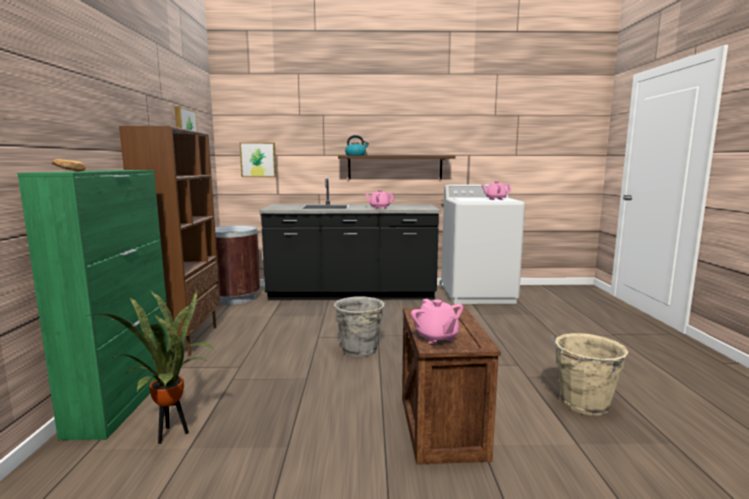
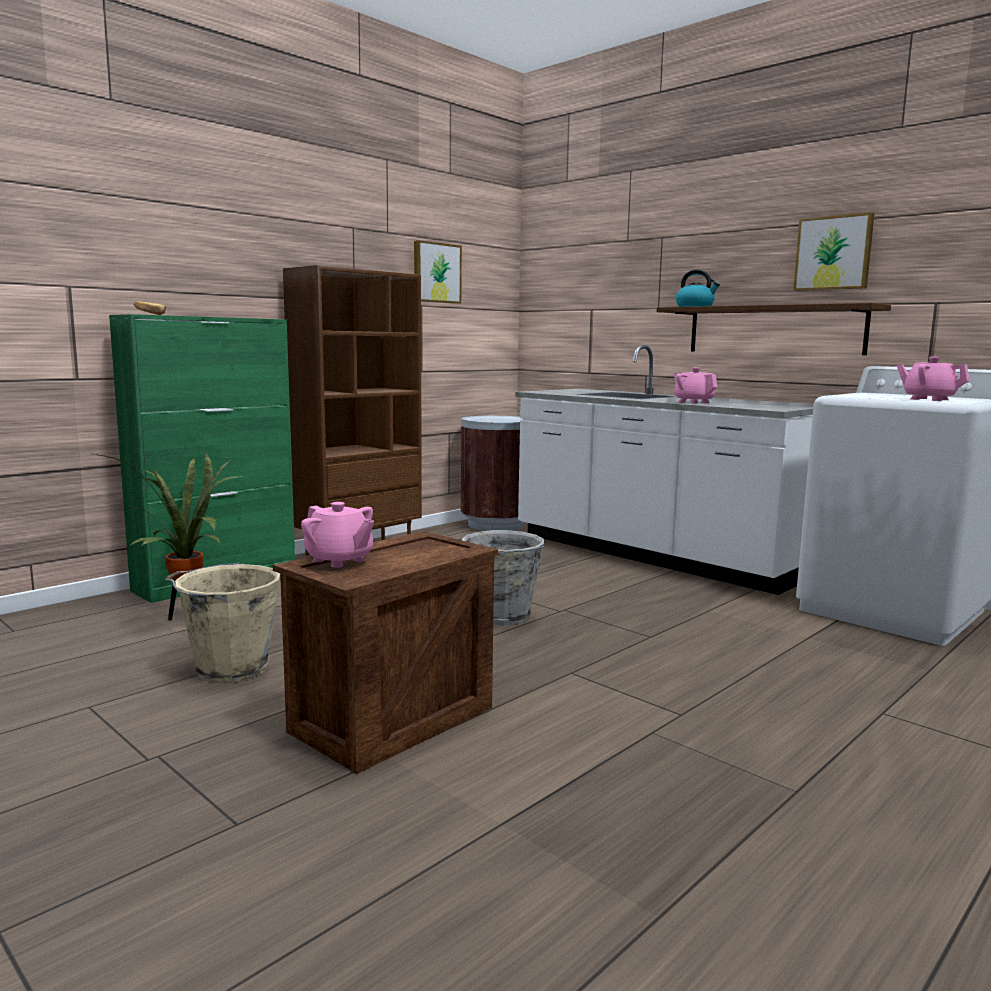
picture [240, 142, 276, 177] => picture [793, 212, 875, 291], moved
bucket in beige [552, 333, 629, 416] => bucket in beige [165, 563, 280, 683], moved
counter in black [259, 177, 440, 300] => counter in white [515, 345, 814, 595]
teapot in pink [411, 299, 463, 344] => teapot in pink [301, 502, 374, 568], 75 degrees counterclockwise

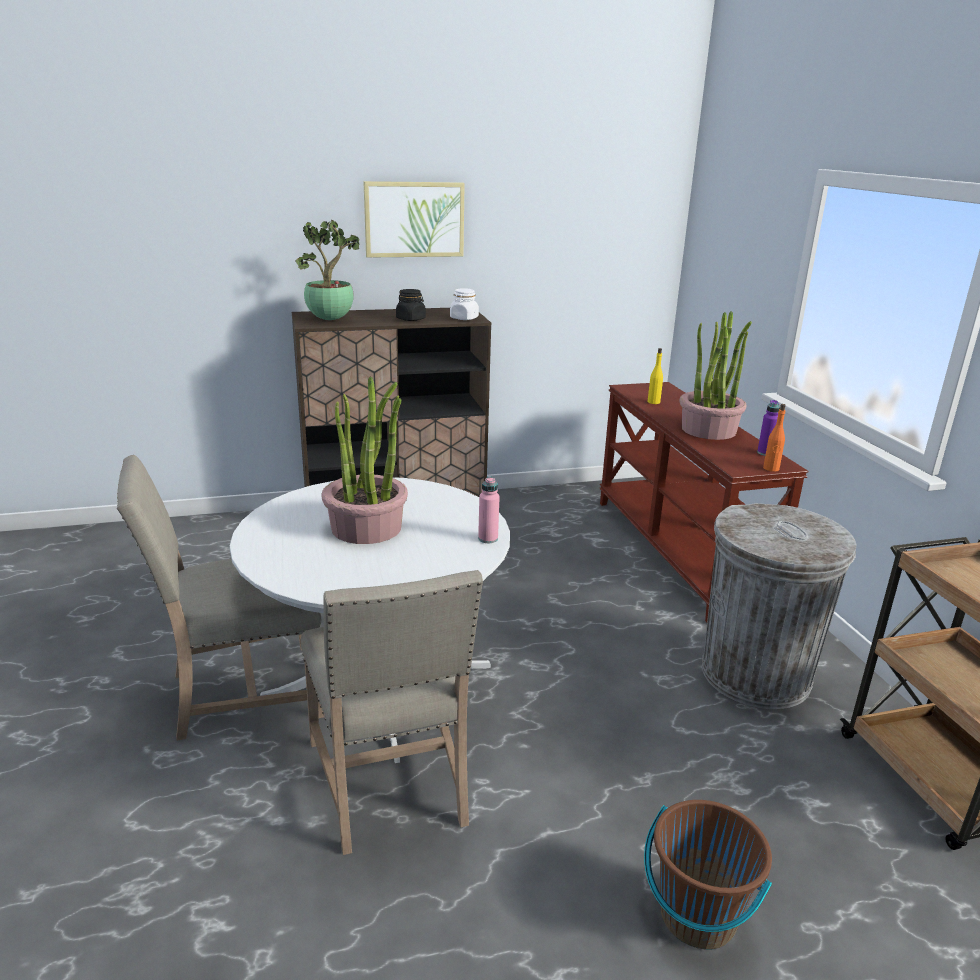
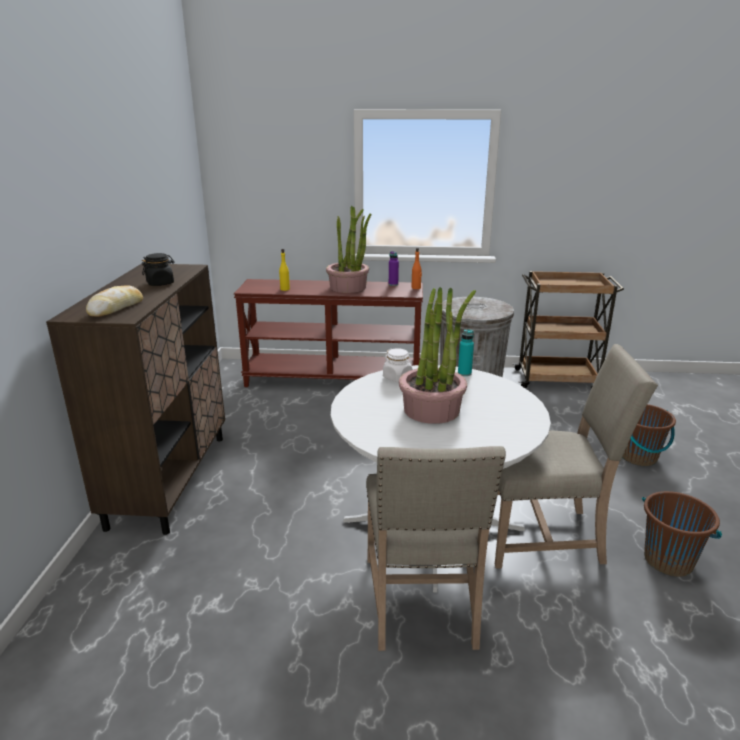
picture [363, 181, 465, 258] => nothing
nothing => bucket in brown [642, 491, 722, 577]
jar in white [450, 288, 479, 320] => jar in white [383, 348, 412, 382], moved
potted plant [295, 220, 360, 320] => bread [86, 285, 143, 317]
bottle in pink [478, 476, 500, 543] => bottle in turquoise [458, 330, 474, 376]

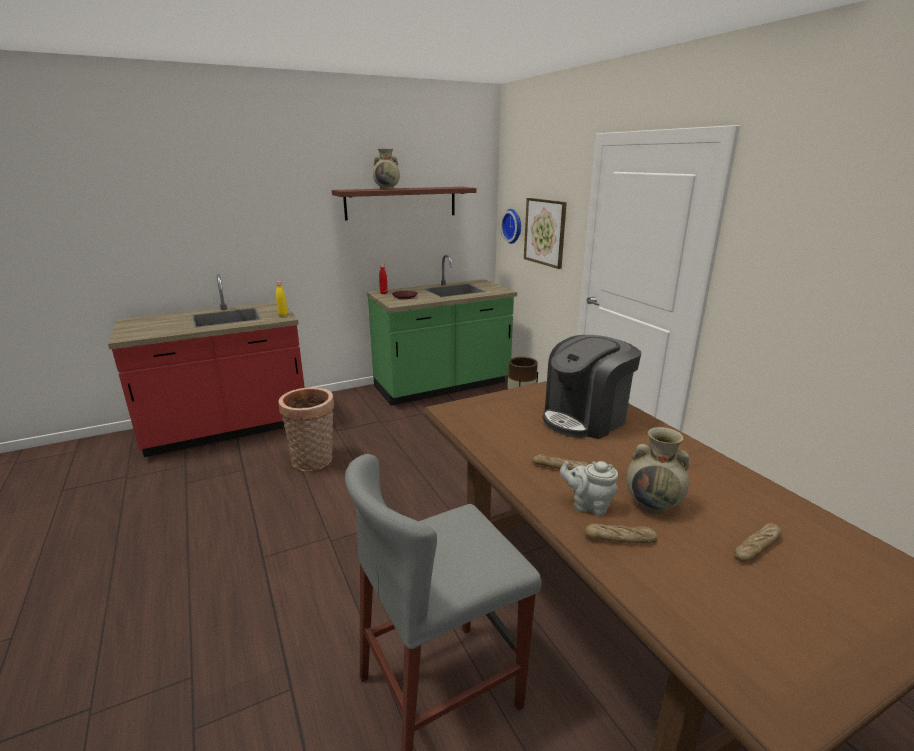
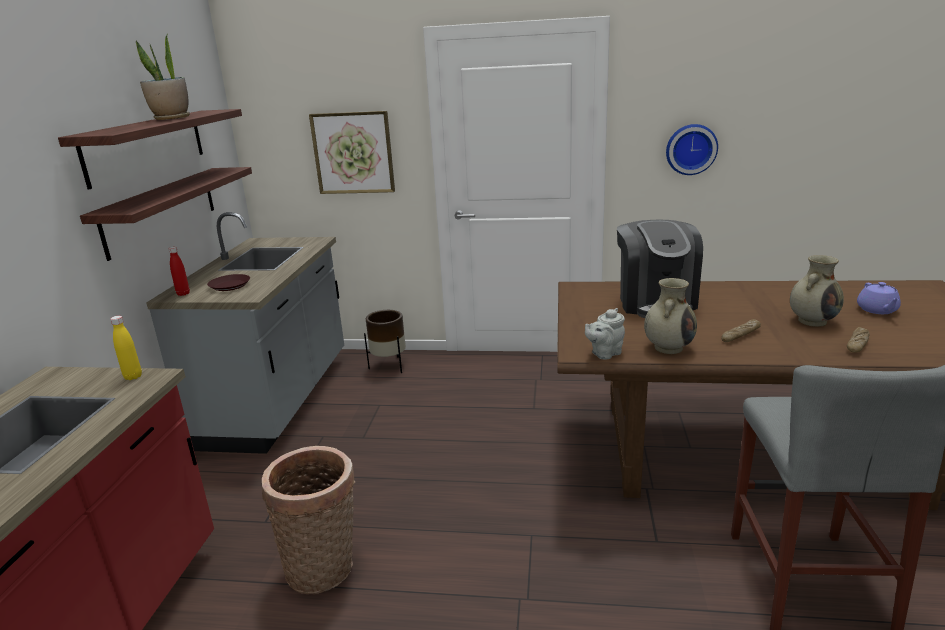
nothing => shelf [80, 167, 252, 261]
nothing => potted plant [136, 34, 190, 120]
vase in beige [373, 149, 400, 189] => vase in beige [644, 278, 697, 354], moved
wall clock [500, 209, 521, 244] => wall clock [666, 124, 718, 175], moved
teapot in grey [560, 461, 618, 516] => teapot in grey [585, 308, 625, 360], moved
bread [734, 523, 782, 562] => teapot in purple [857, 282, 901, 314]
counter in green [366, 255, 517, 406] => counter in grey [146, 212, 344, 454]

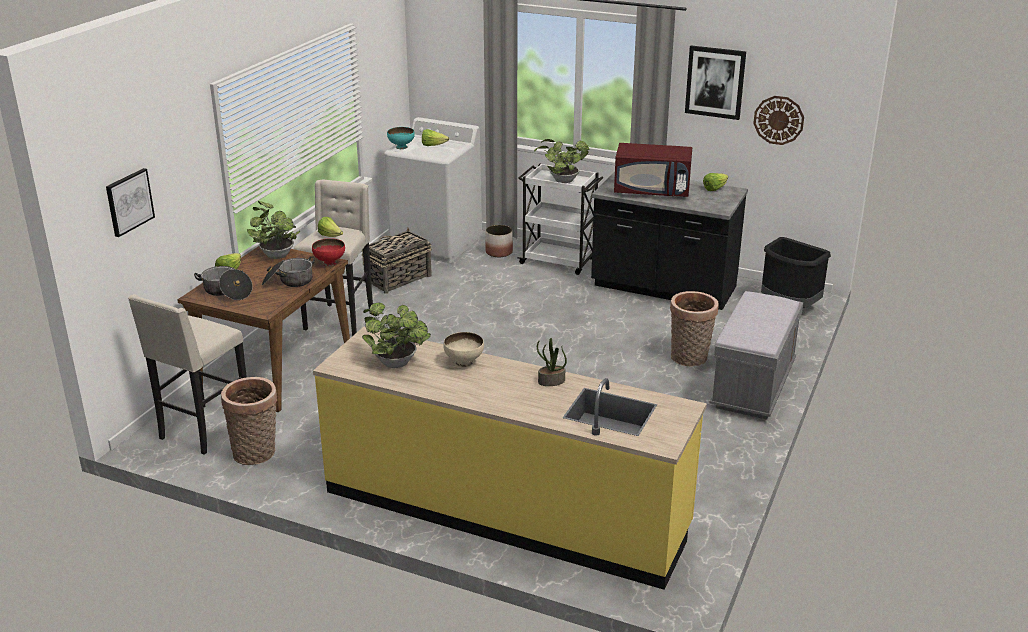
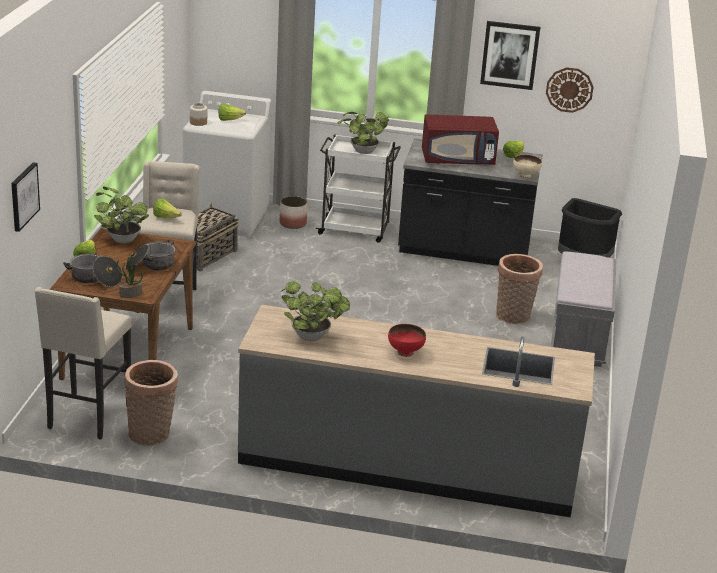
bowl in red [312, 238, 345, 266] => bowl in red [388, 324, 426, 357], moved
bowl in beige [443, 332, 484, 367] => bowl in beige [513, 155, 542, 178], moved
potted plant [537, 338, 567, 386] => potted plant [117, 257, 143, 298], moved
bowl in turquoise [387, 127, 415, 149] => jar [190, 103, 207, 126]
counter in yellow [313, 327, 707, 590] => counter in grey [238, 305, 595, 517]

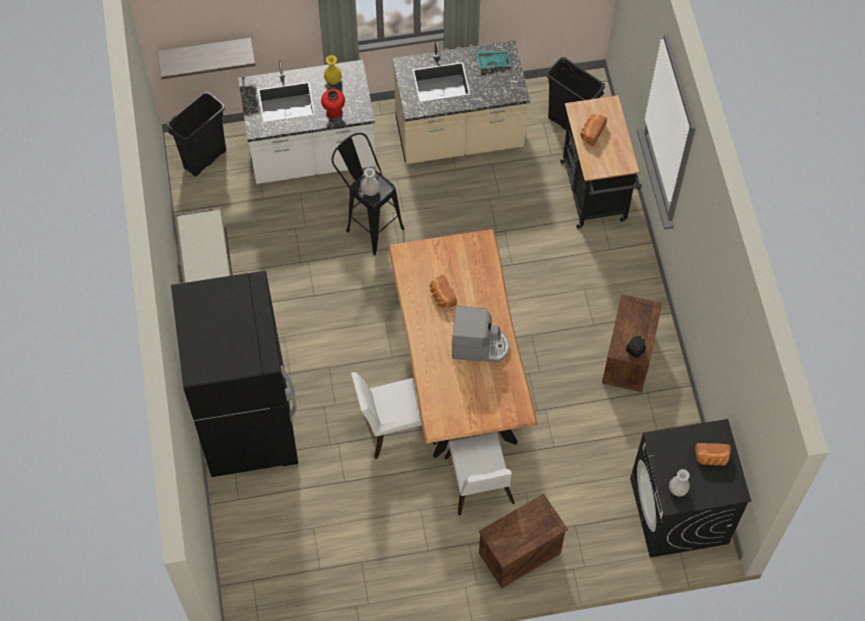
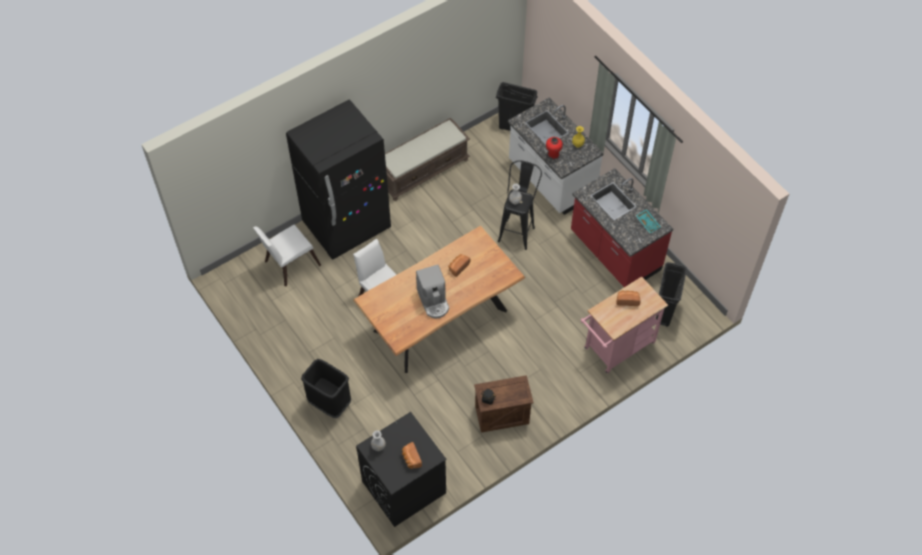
shelf [158, 38, 256, 79] => nothing
chair in white [445, 432, 515, 515] => chair in white [253, 224, 321, 287], moved
crate [479, 494, 568, 588] => trash can in black [301, 359, 351, 418]
counter in beige [392, 40, 530, 164] => counter in red [571, 168, 673, 287]
cart in black [560, 95, 642, 229] => cart in pink [581, 277, 668, 374]

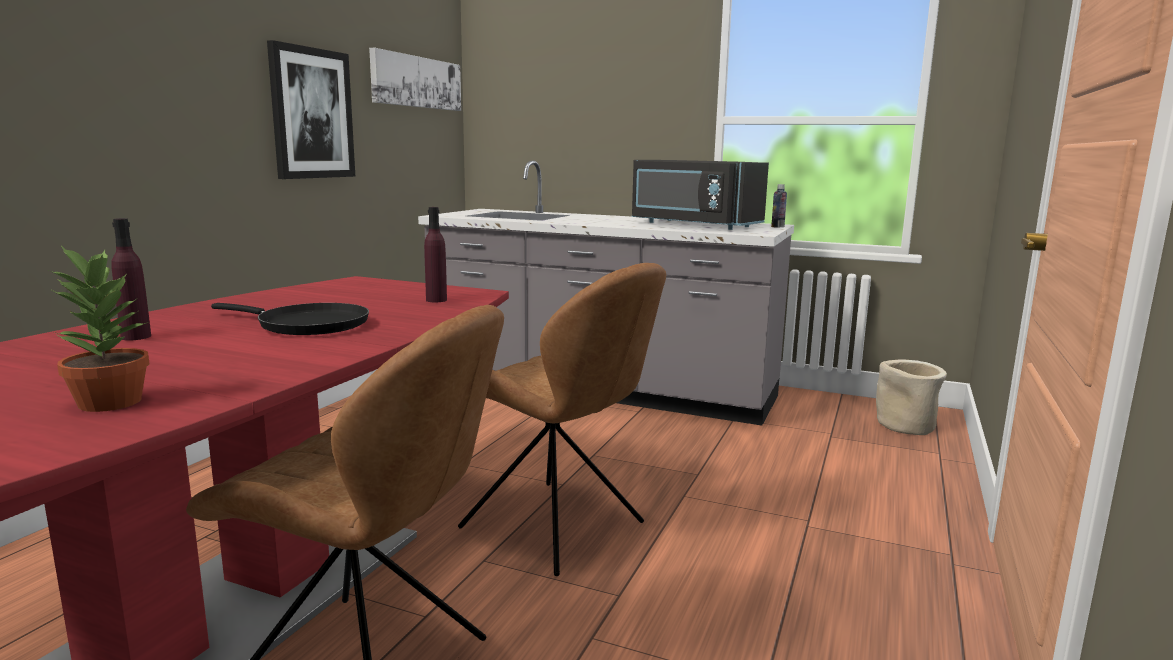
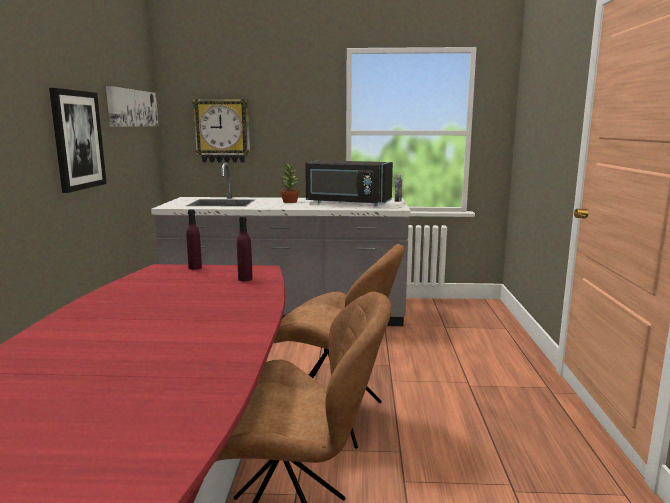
frying pan in black [211, 303, 369, 335] => nothing
planter in beige [876, 359, 947, 435] => nothing
nothing => wall clock [192, 99, 250, 162]
potted plant [47, 246, 150, 412] => potted plant [280, 163, 300, 203], moved
bottle in purple [111, 218, 151, 341] => bottle in purple [186, 209, 202, 270], moved

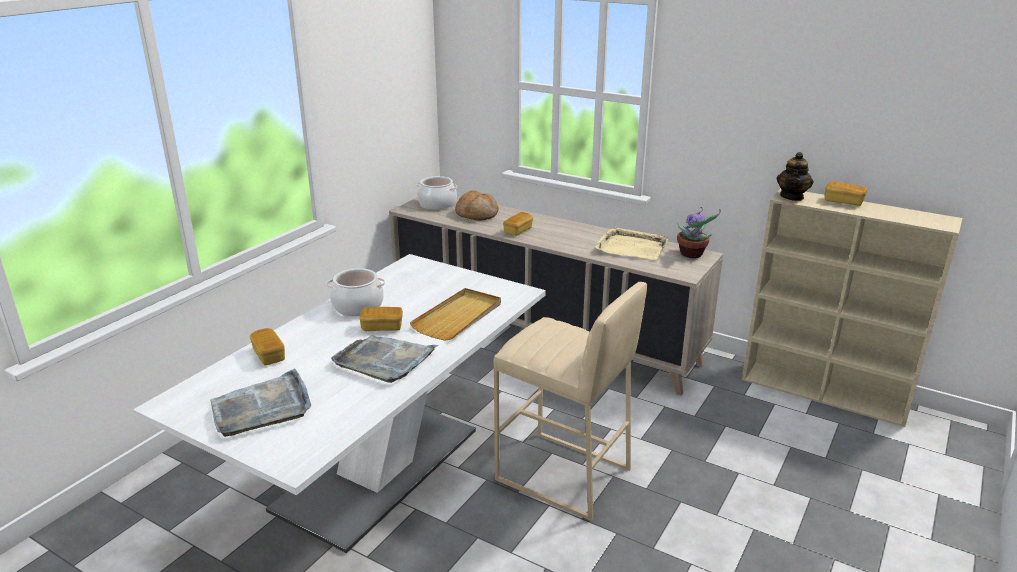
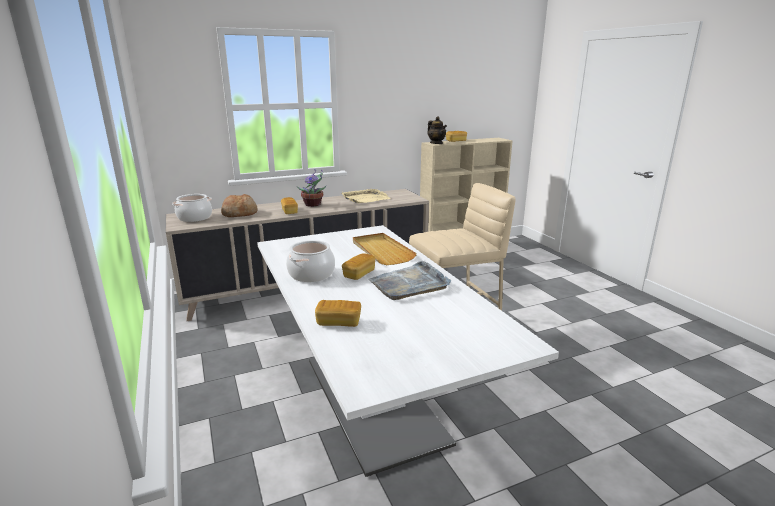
tray in grey [210, 368, 311, 437] => nothing
potted plant [677, 207, 721, 258] => potted plant [297, 169, 326, 207], moved

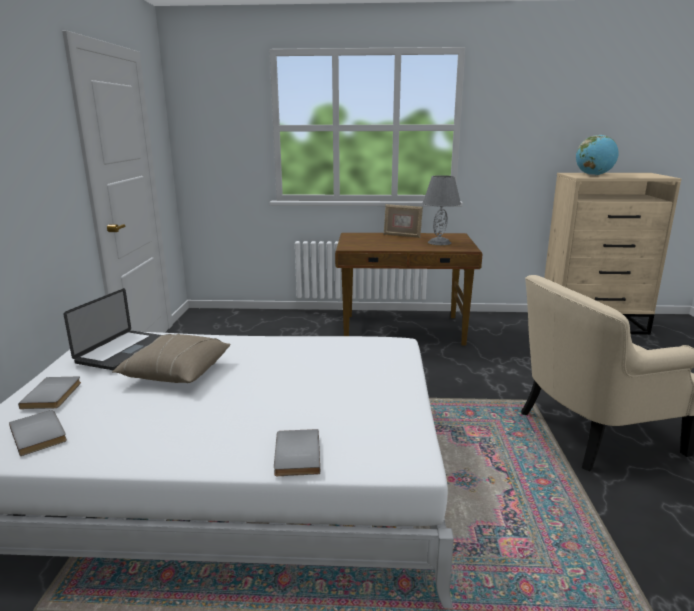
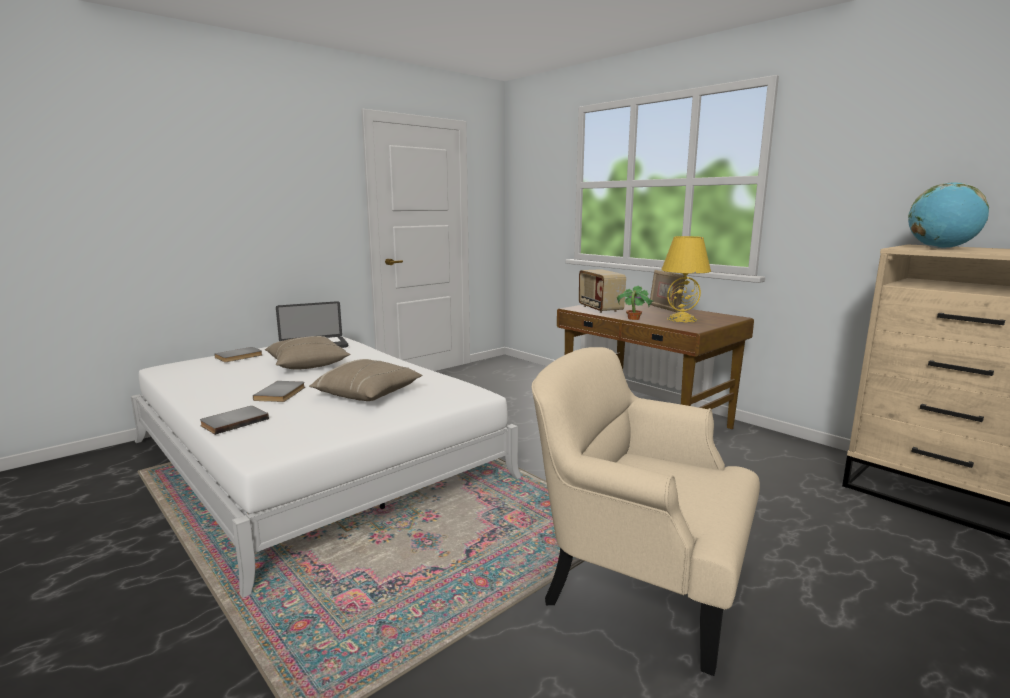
nothing => pillow in beige [309, 359, 422, 401]
nothing => radio [579, 269, 626, 313]
nothing => potted plant [617, 285, 654, 320]
book in grey [9, 410, 67, 456] => book in grey [253, 381, 305, 402], moved
table lamp in grey [423, 175, 461, 245] => table lamp in yellow [661, 236, 711, 323]

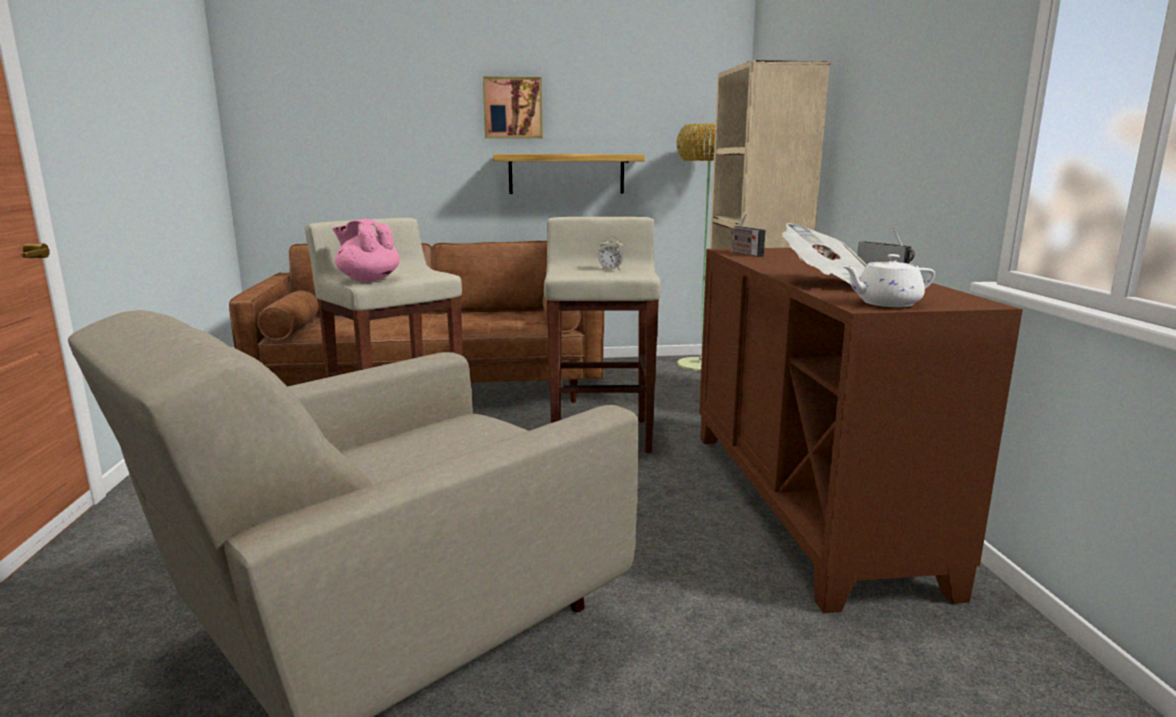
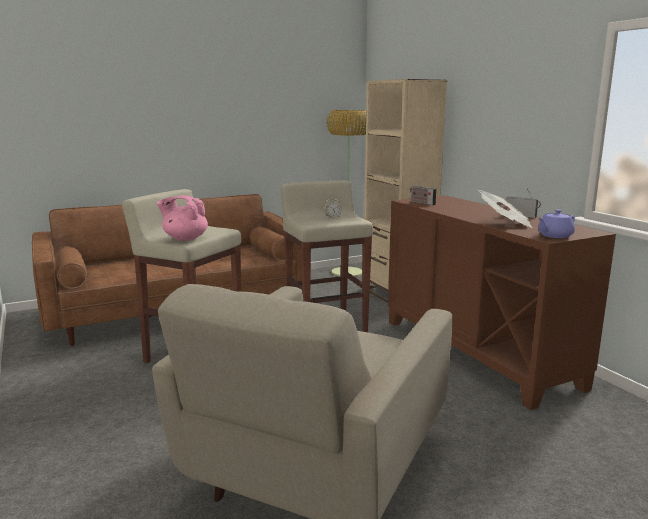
picture [483, 76, 543, 138] => nothing
shelf [493, 154, 645, 194] => nothing
teapot in white [842, 254, 935, 307] => teapot in purple [538, 209, 575, 238]

